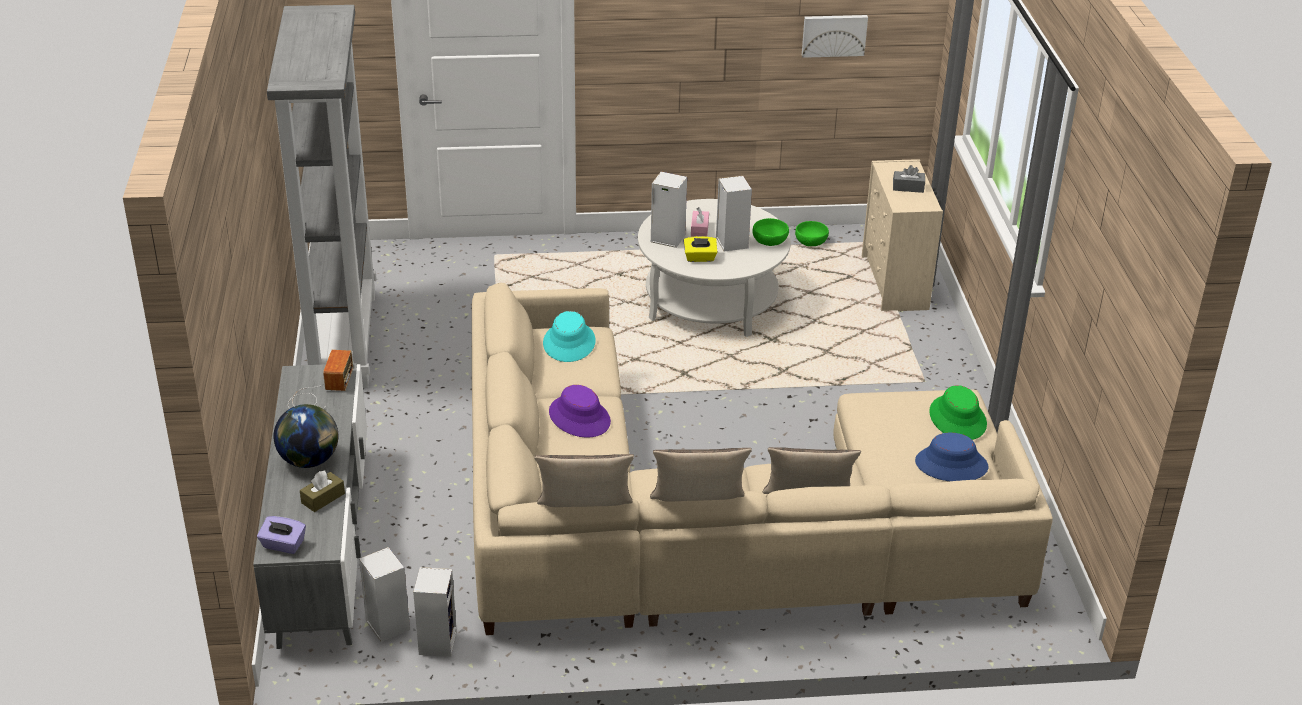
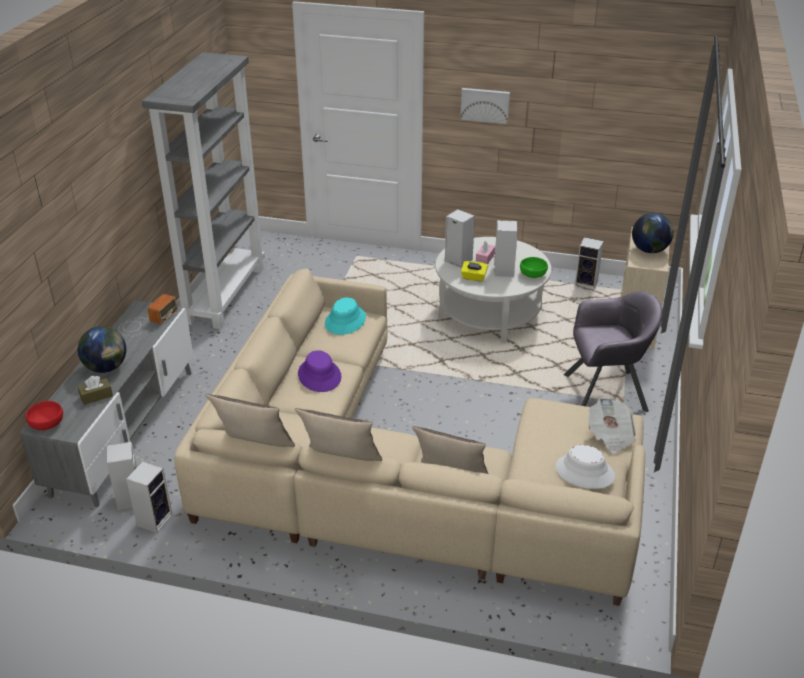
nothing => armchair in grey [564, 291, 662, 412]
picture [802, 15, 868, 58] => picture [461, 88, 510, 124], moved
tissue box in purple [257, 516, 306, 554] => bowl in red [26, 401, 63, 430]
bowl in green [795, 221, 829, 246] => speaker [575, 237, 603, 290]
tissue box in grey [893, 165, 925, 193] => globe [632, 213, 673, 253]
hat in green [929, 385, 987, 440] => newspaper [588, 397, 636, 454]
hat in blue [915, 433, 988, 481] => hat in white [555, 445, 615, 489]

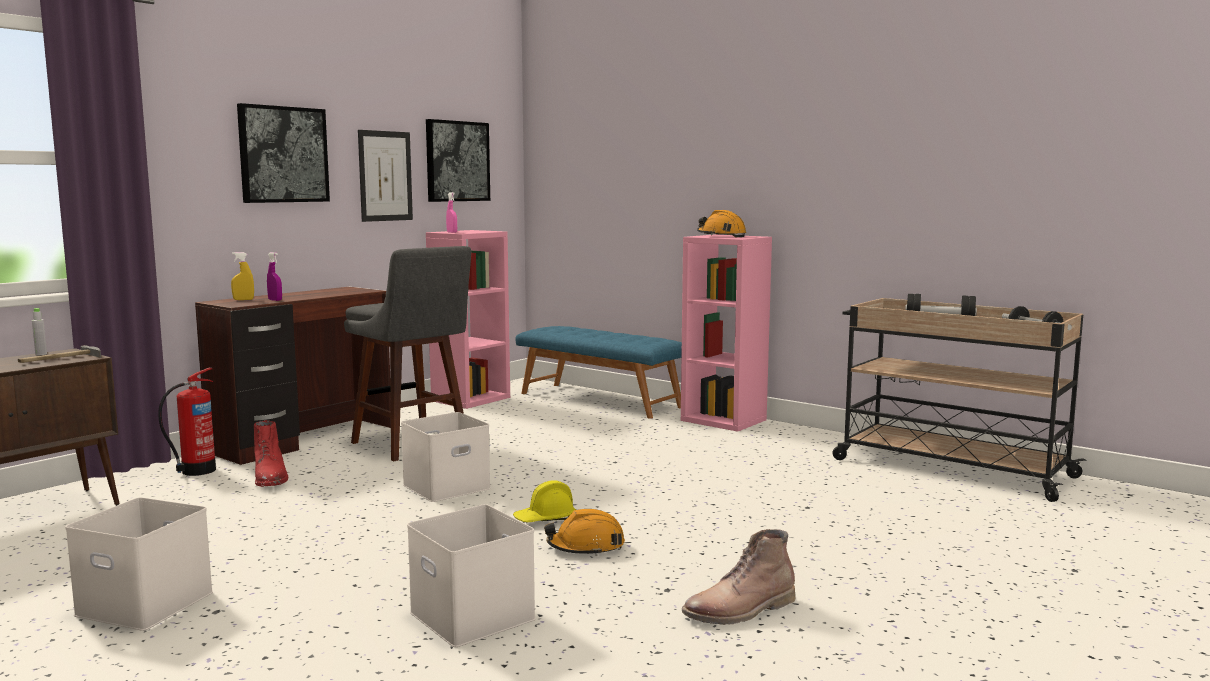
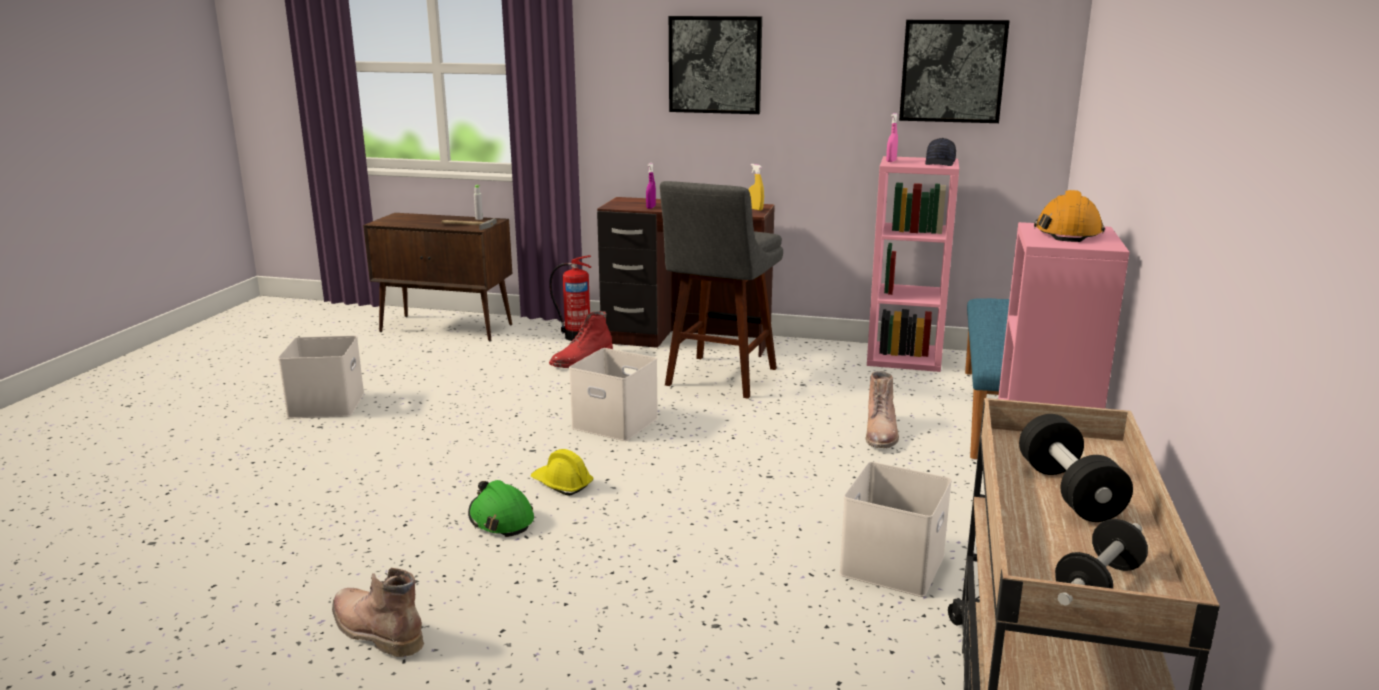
picture [358, 130, 413, 222] => nothing
nothing => boot in brown [866, 371, 899, 448]
nothing => cap in black [925, 138, 956, 166]
spray bottle in yellow [231, 252, 254, 300] => spray bottle in yellow [749, 164, 764, 211], moved
storage box in white [407, 504, 536, 647] => storage box in white [839, 462, 952, 597], moved
hard hat in orange [544, 509, 625, 556] => hard hat in green [468, 480, 534, 537]

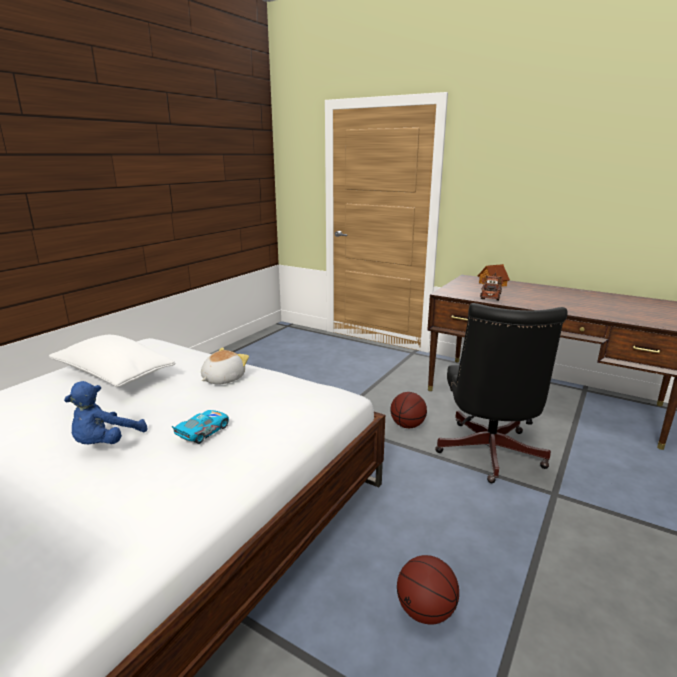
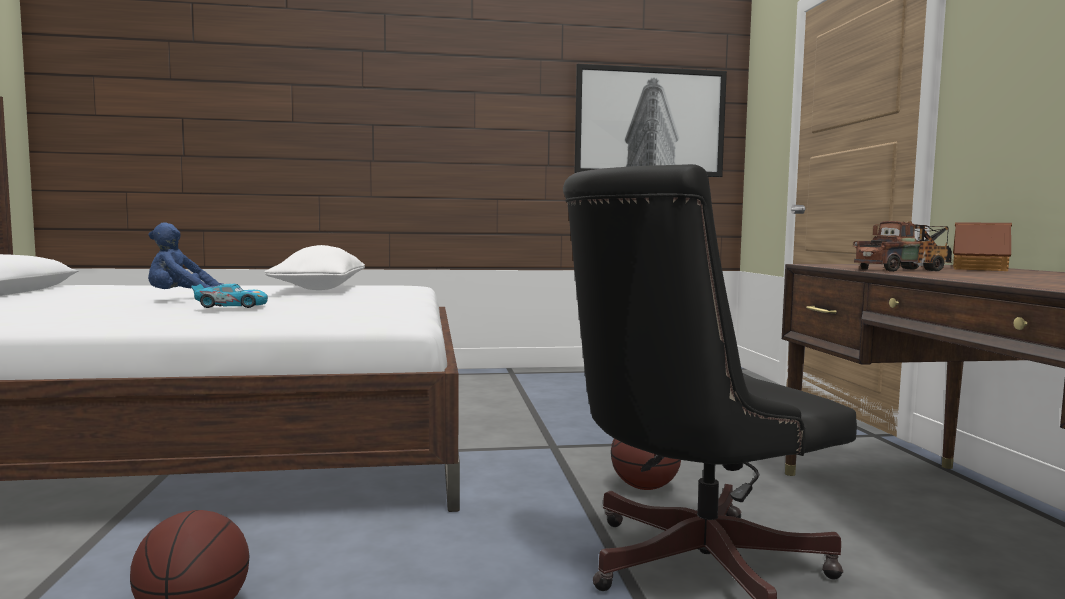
plush toy [201, 347, 249, 384] => nothing
nothing => picture [575, 64, 727, 177]

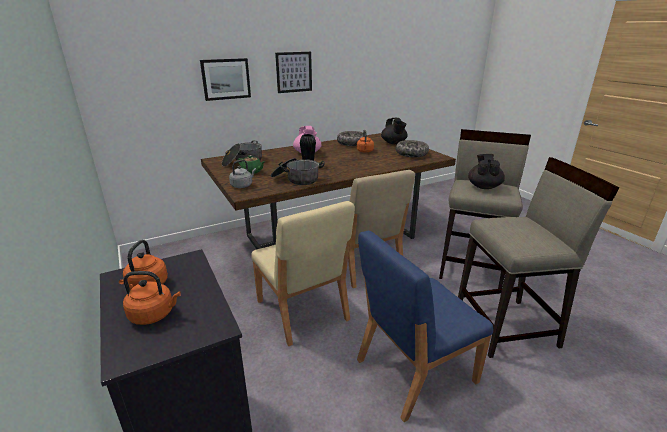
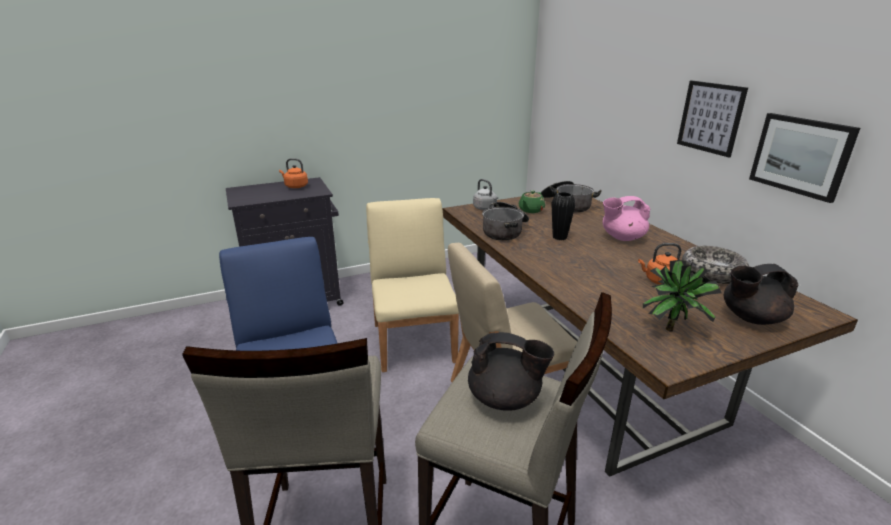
kettle in orange [123, 271, 181, 325] => nothing
picture [200, 58, 251, 101] => picture [749, 113, 860, 203], moved
bowl [396, 140, 429, 157] => potted plant [643, 260, 722, 332]
chair in beige [251, 201, 355, 346] => chair in beige [366, 198, 459, 372], 105 degrees clockwise

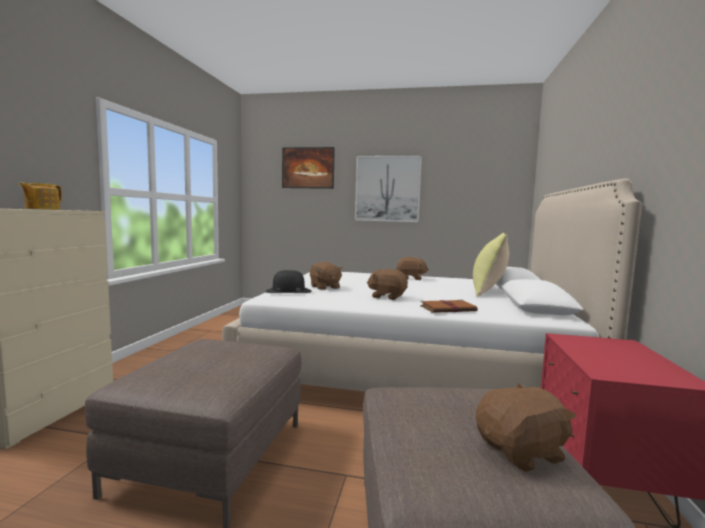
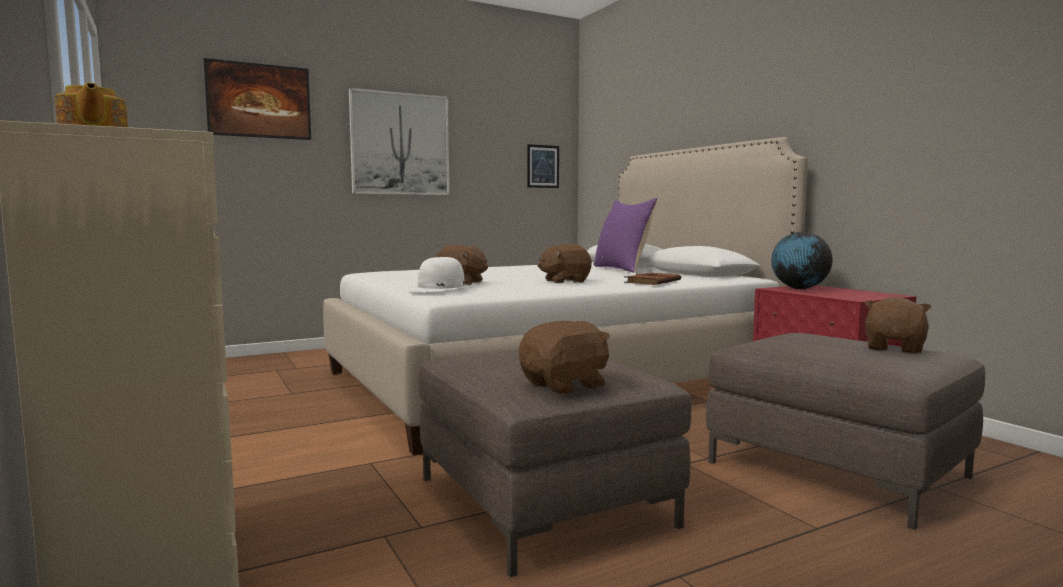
nothing => picture [527, 144, 559, 188]
nothing => globe [771, 232, 833, 289]
plush toy in brown [396, 257, 429, 280] => plush toy in brown [519, 321, 610, 395], moved
hat in black [265, 270, 312, 293] => hat in white [407, 257, 474, 293]
pillow in yellow [473, 233, 509, 297] => pillow in purple [593, 198, 658, 273]

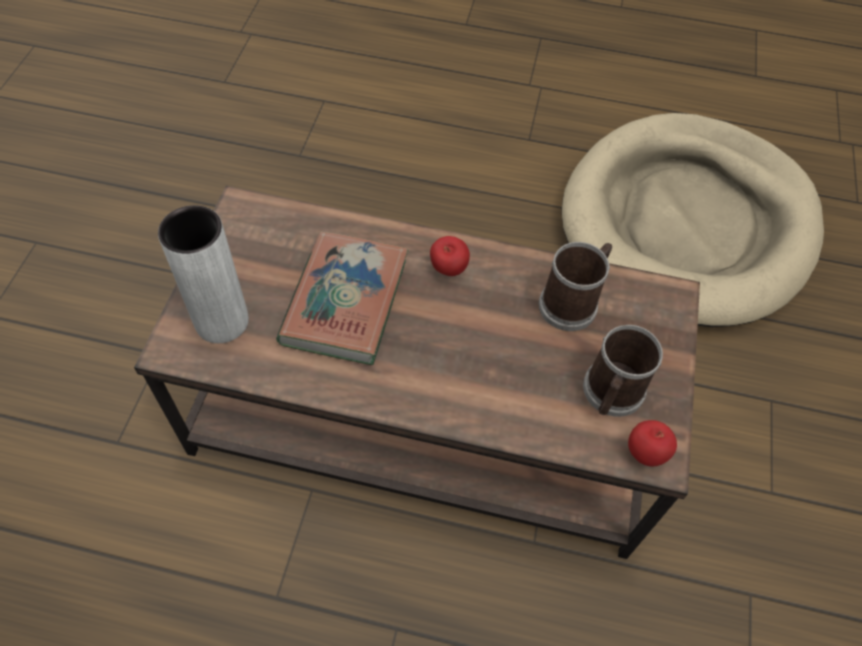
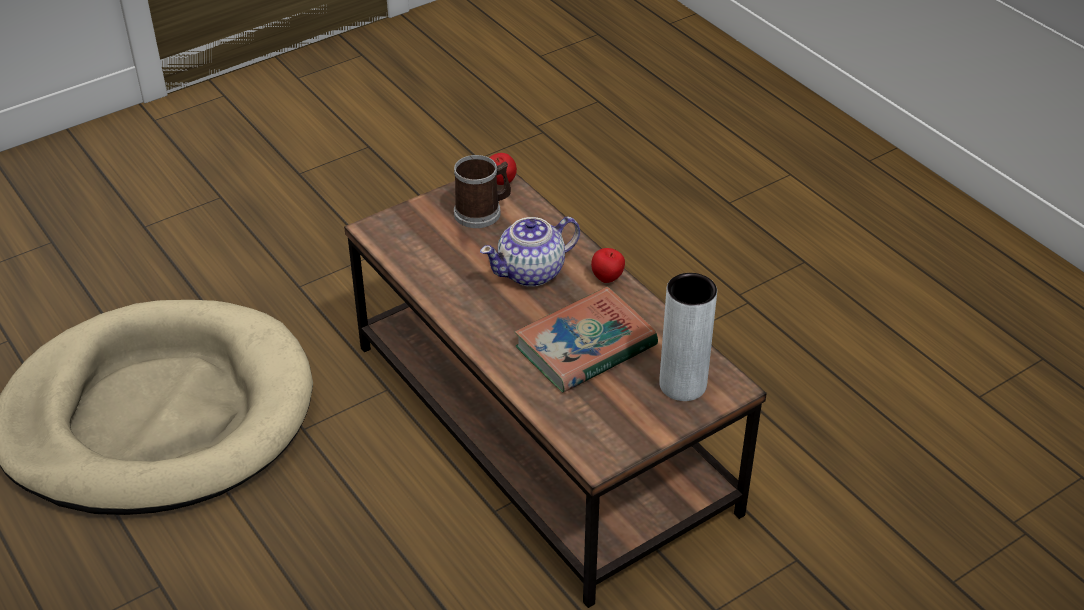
mug [539, 242, 612, 331] => nothing
nothing => teapot [480, 217, 580, 287]
apple [430, 236, 470, 276] => apple [591, 248, 625, 283], moved

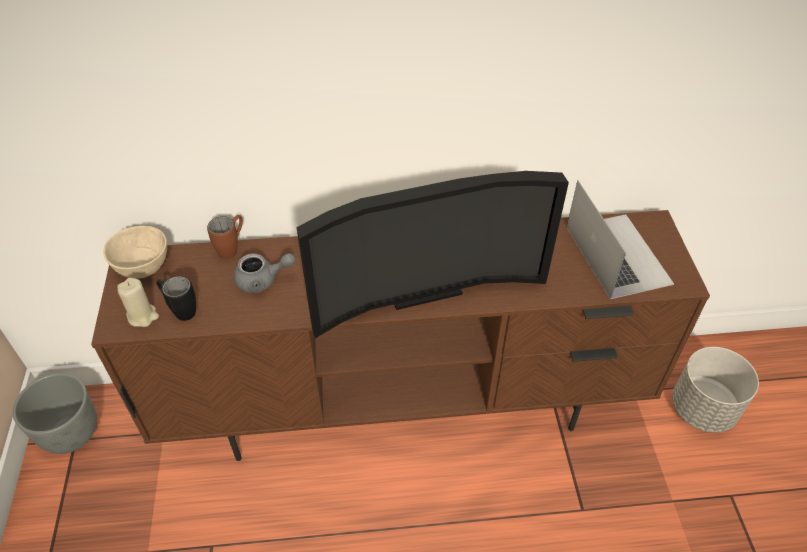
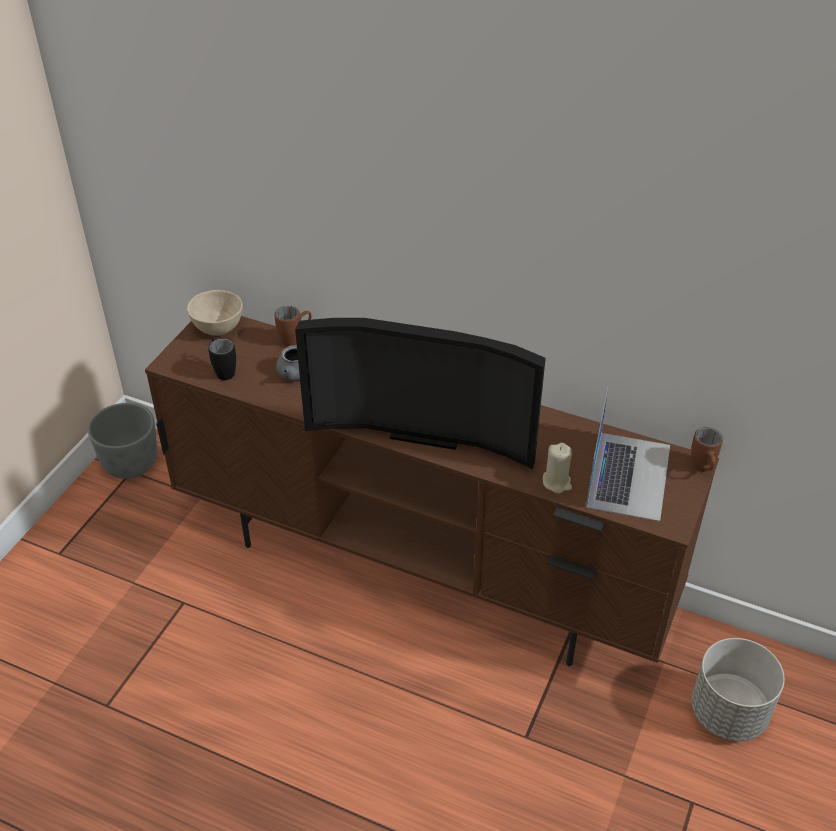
nothing => mug in brown [691, 427, 723, 472]
candle in beige [117, 278, 159, 327] => candle in beige [543, 443, 572, 494], moved

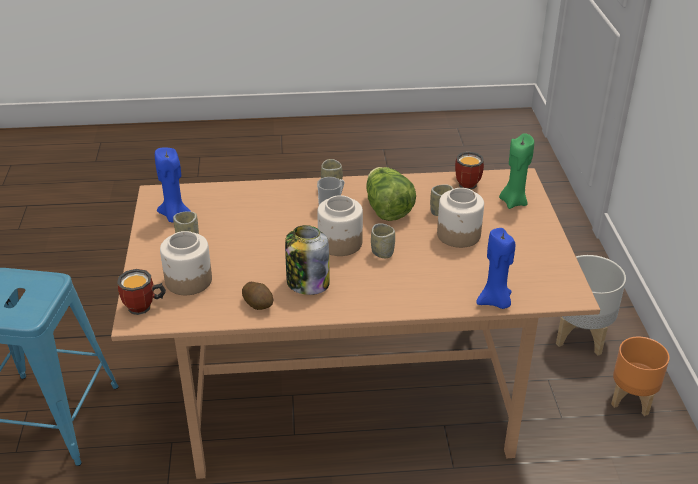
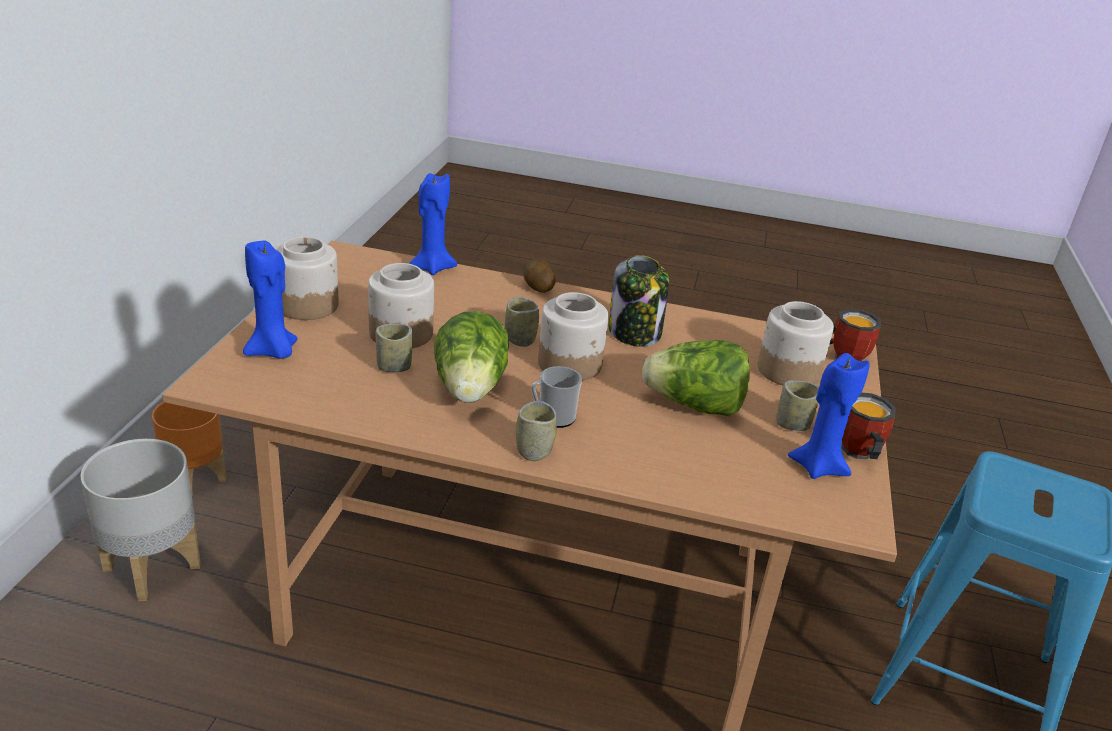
nothing => jar [275, 237, 339, 320]
nothing => lettuce [642, 340, 750, 416]
potato [242, 282, 274, 310] => potato [523, 259, 556, 293], moved
mug [455, 152, 484, 189] => mug [841, 393, 896, 460], moved
candle in green [499, 133, 534, 209] => candle in blue [243, 241, 298, 359]

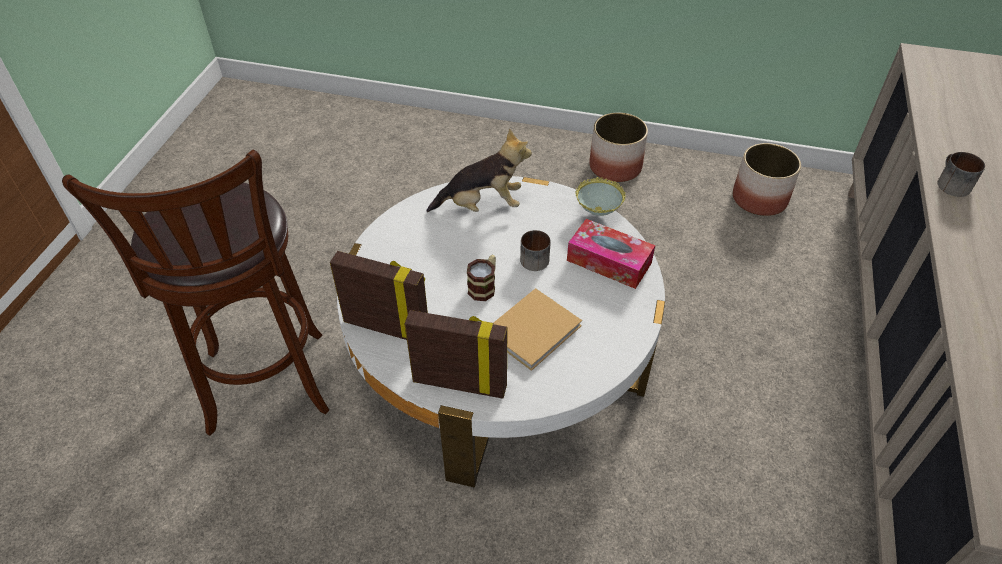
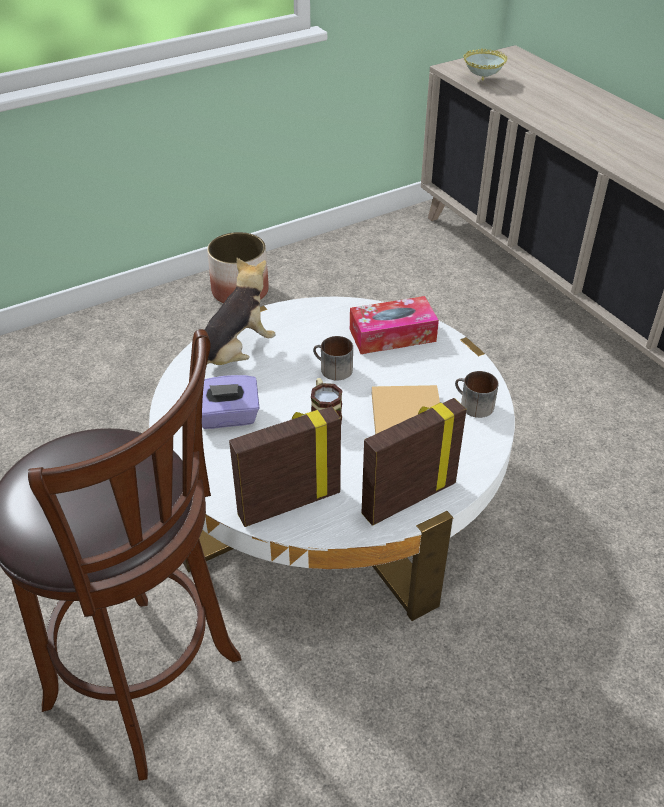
planter [733, 143, 801, 216] => nothing
nothing => tissue box in purple [202, 375, 259, 429]
bowl [575, 177, 626, 216] => bowl [463, 48, 507, 80], moved
mug [937, 152, 985, 197] => mug [455, 371, 499, 418], moved

